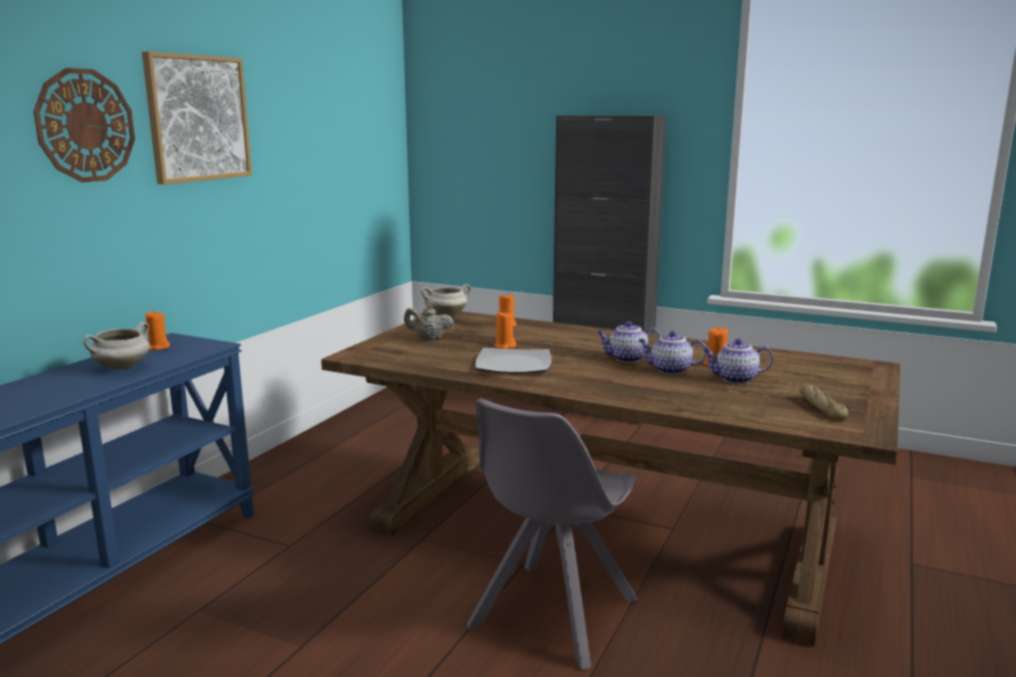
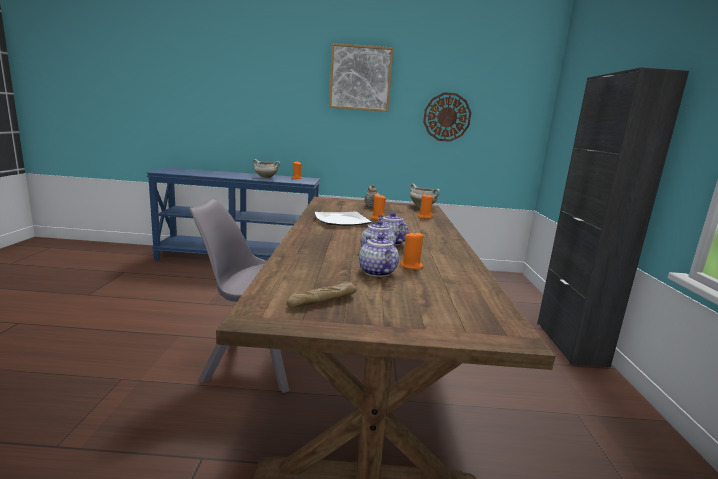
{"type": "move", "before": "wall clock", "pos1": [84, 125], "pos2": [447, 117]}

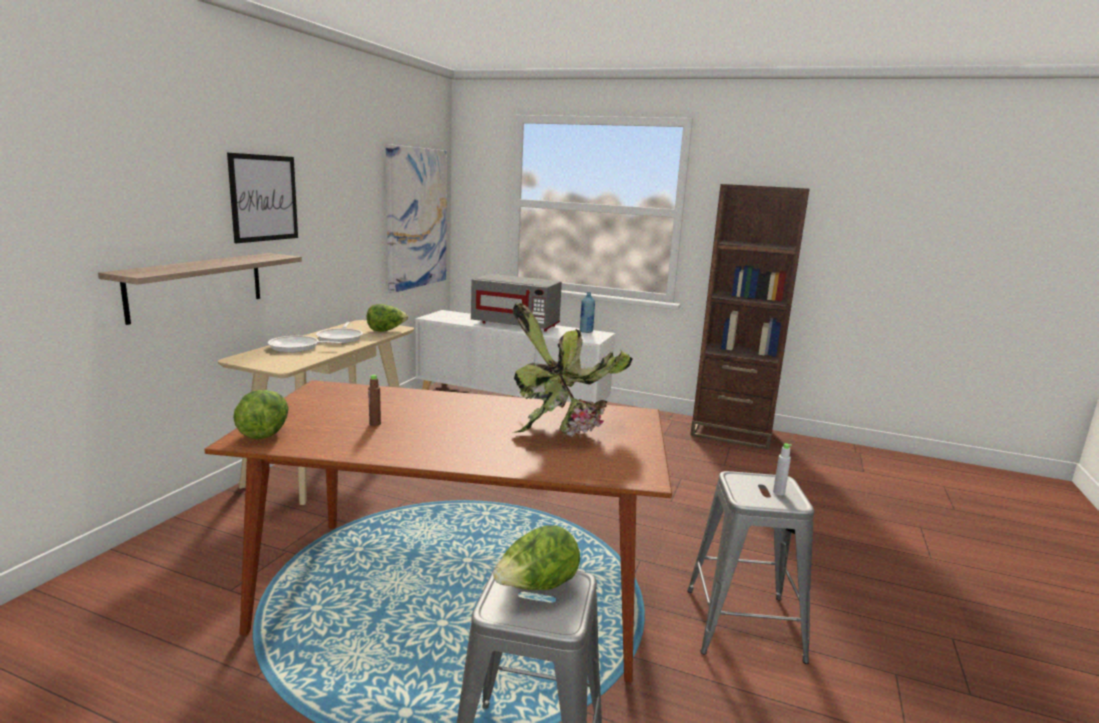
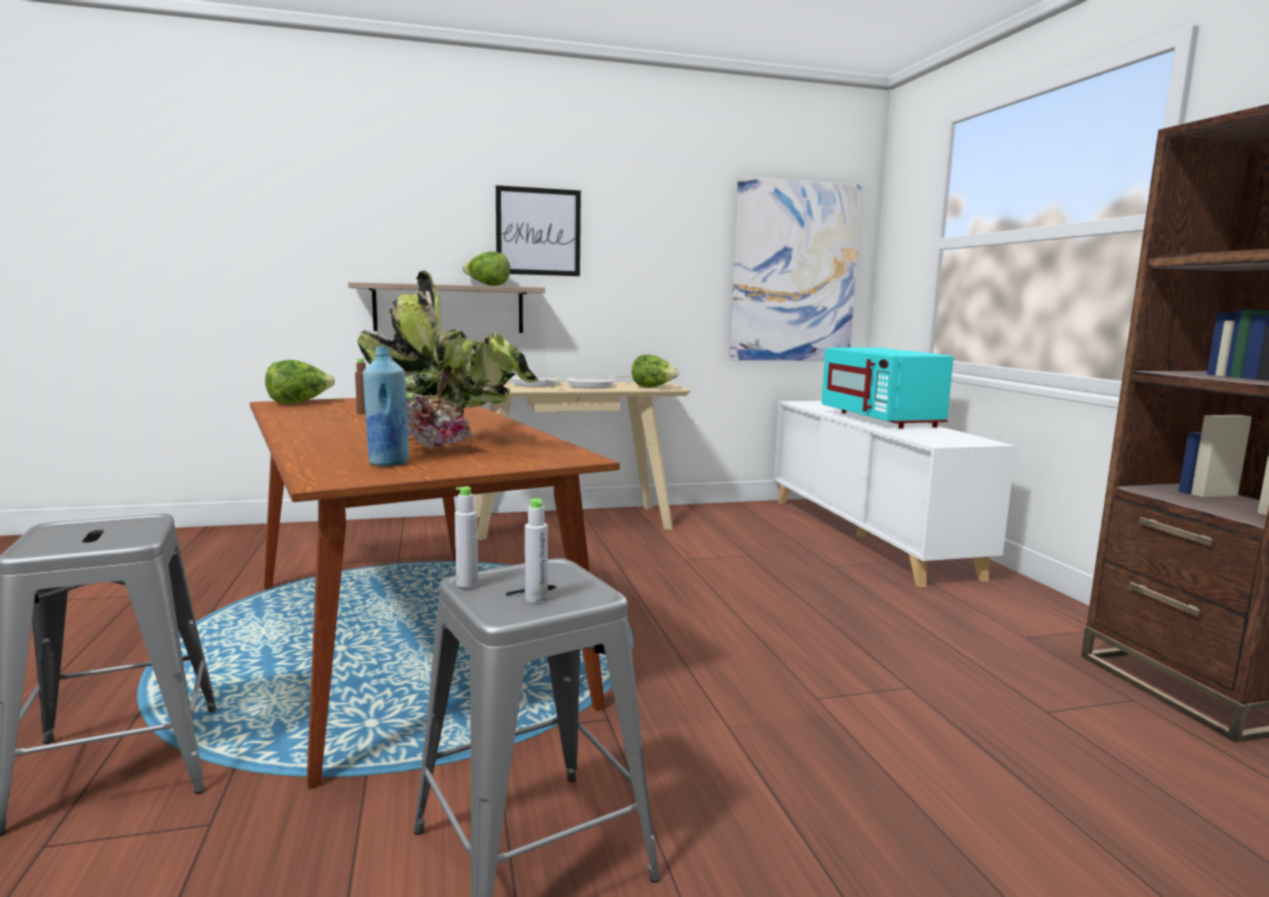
{"type": "insert", "after": "bottle in grey", "pos2": [466, 537]}
{"type": "move", "before": "lettuce", "pos1": [536, 557], "pos2": [486, 269]}
{"type": "move", "before": "bottle in blue", "pos1": [587, 312], "pos2": [386, 406]}
{"type": "recolor", "before": "microwave in grey", "after": "microwave in turquoise", "pos1": [516, 302], "pos2": [887, 388]}

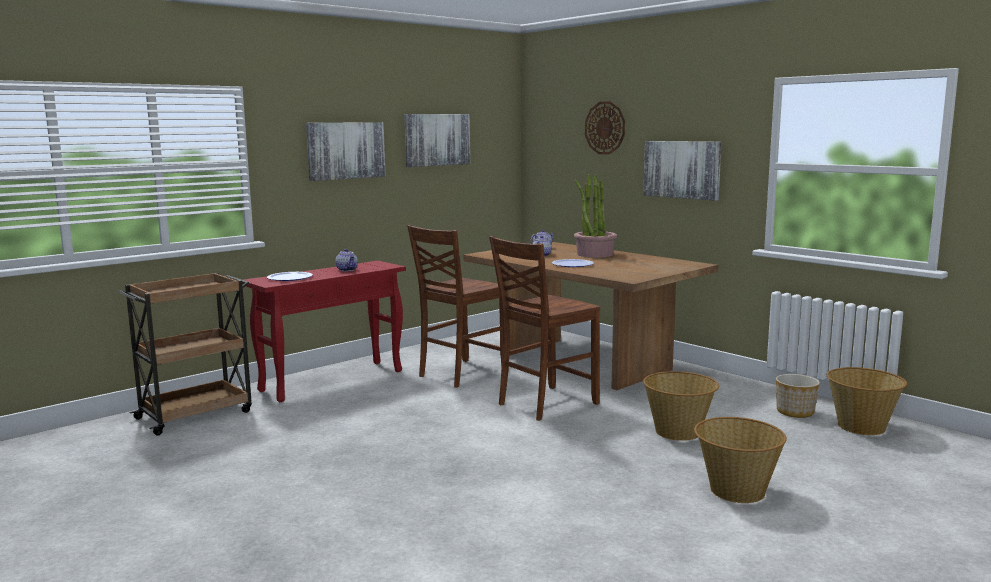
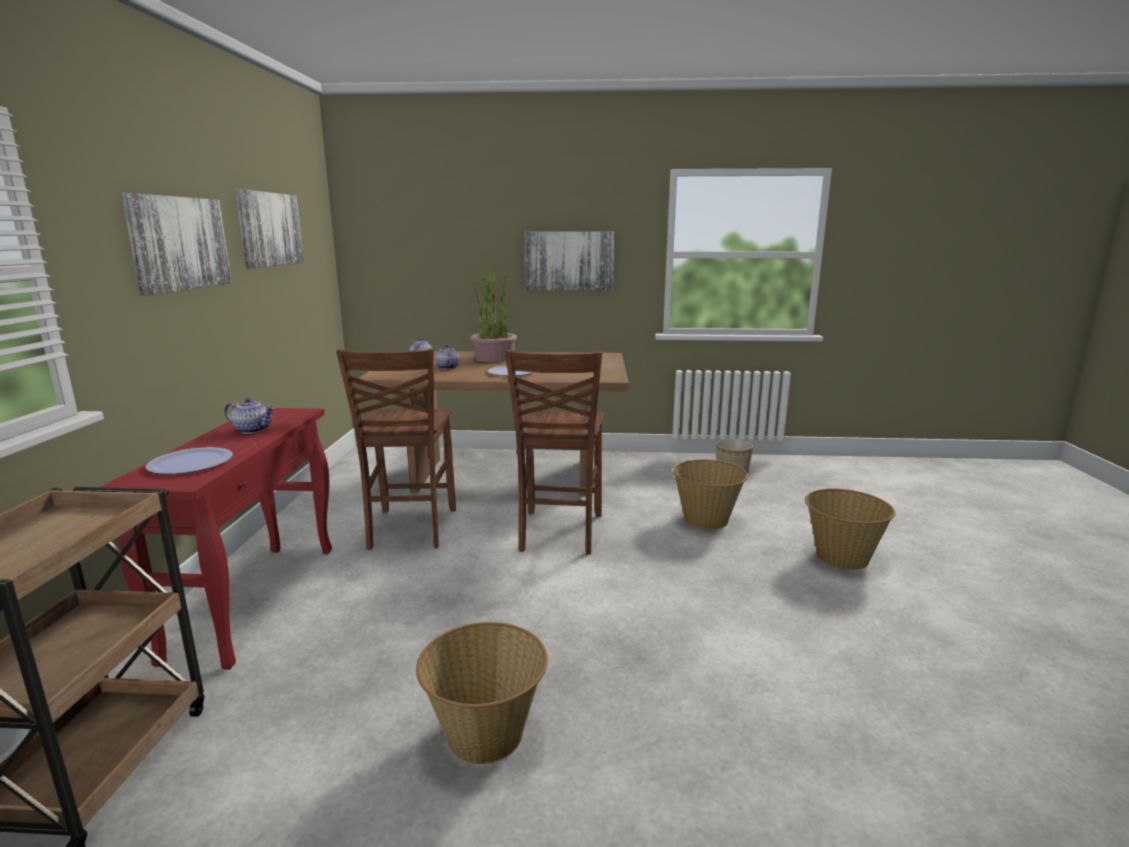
{"type": "delete", "before": "wall clock", "pos1": [605, 127]}
{"type": "move", "before": "basket", "pos1": [867, 401], "pos2": [482, 693]}

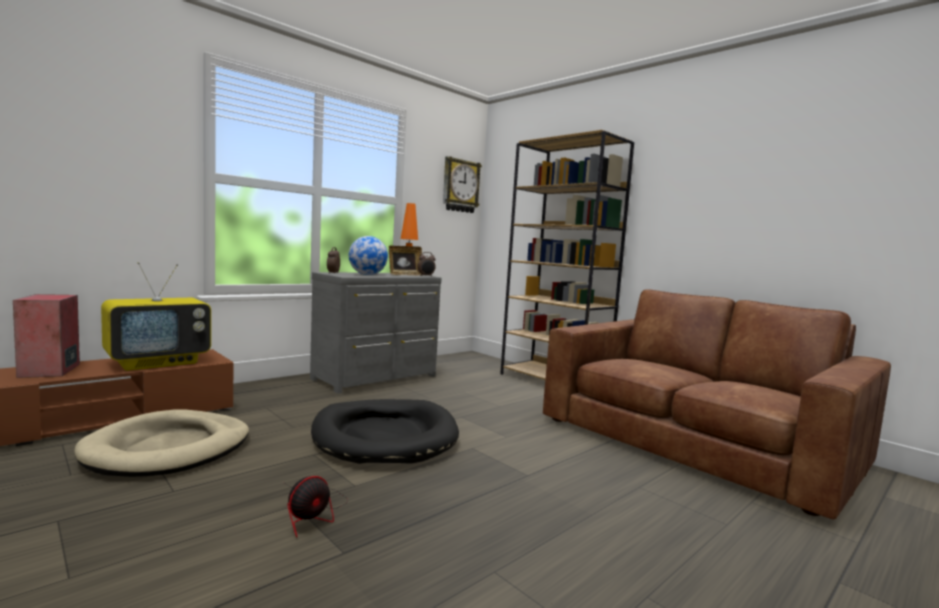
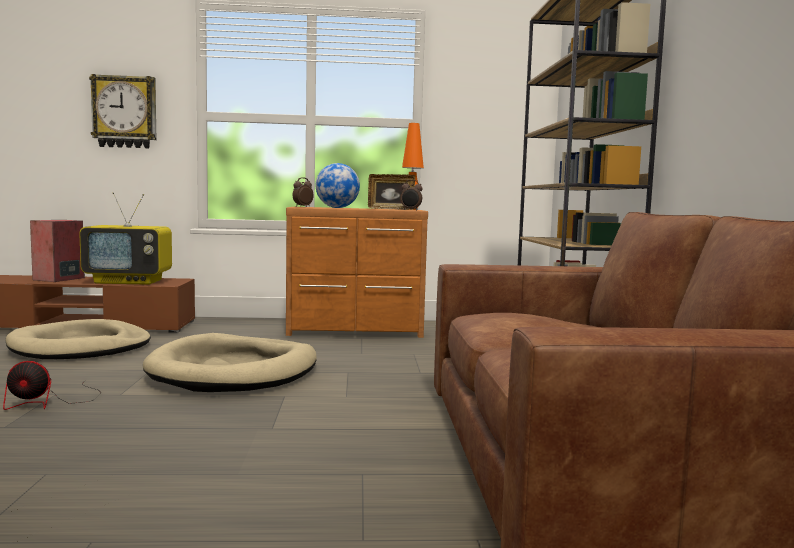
{"type": "move", "before": "wall clock", "pos1": [462, 184], "pos2": [123, 111]}
{"type": "recolor", "before": "dresser in grey", "after": "dresser in brown", "pos1": [375, 333], "pos2": [357, 272]}
{"type": "recolor", "before": "dog bed in black", "after": "dog bed in beige", "pos1": [385, 431], "pos2": [230, 362]}

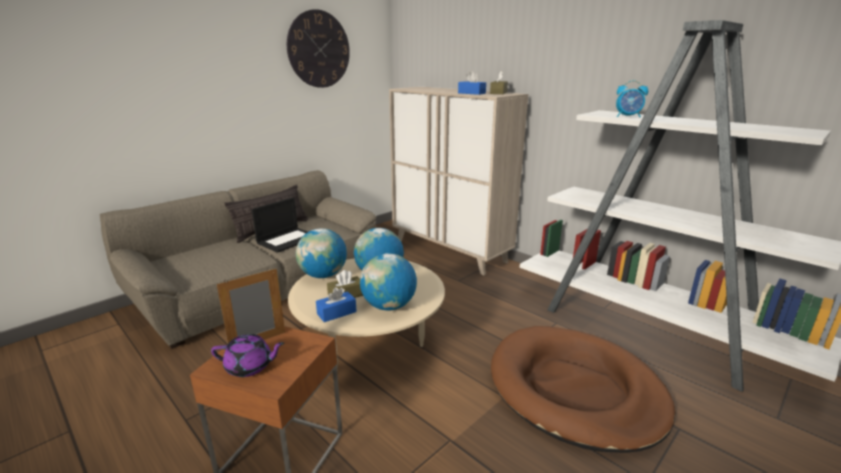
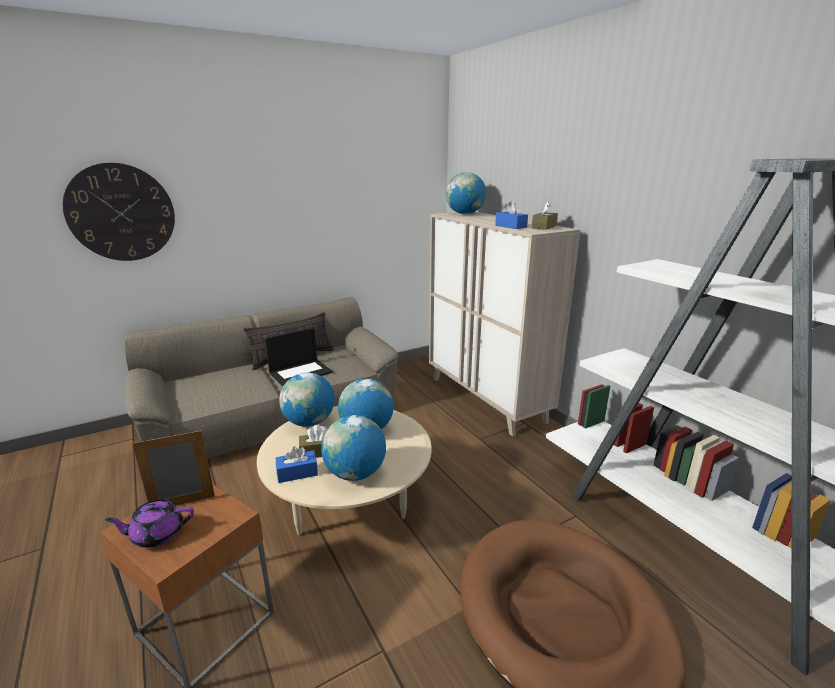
{"type": "delete", "before": "alarm clock", "pos1": [632, 98]}
{"type": "insert", "after": "globe", "pos2": [466, 193]}
{"type": "move", "before": "wall clock", "pos1": [318, 48], "pos2": [119, 212]}
{"type": "rotate", "before": "teapot in purple", "pos1": [247, 355], "pos2": [149, 523], "turn": 150}

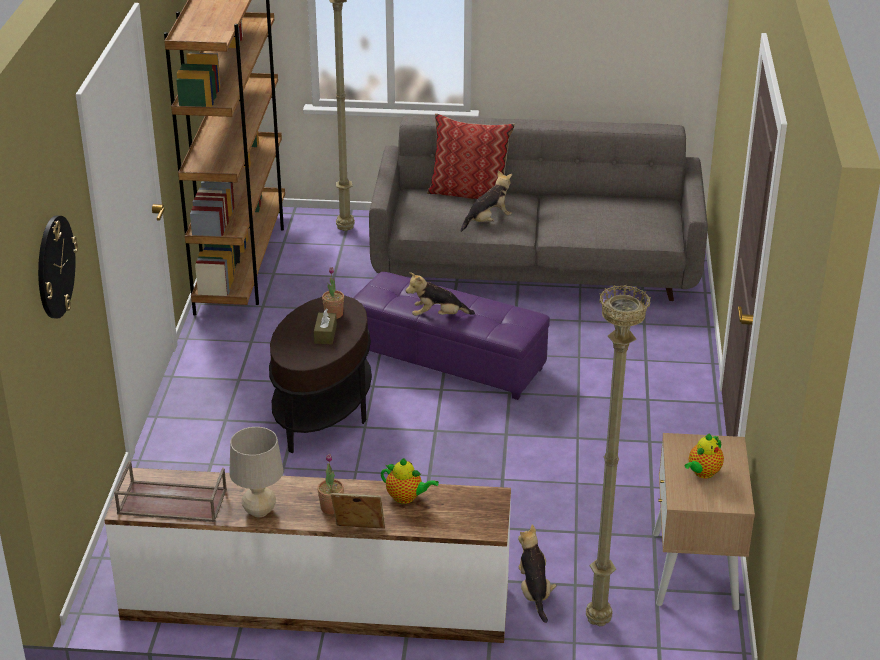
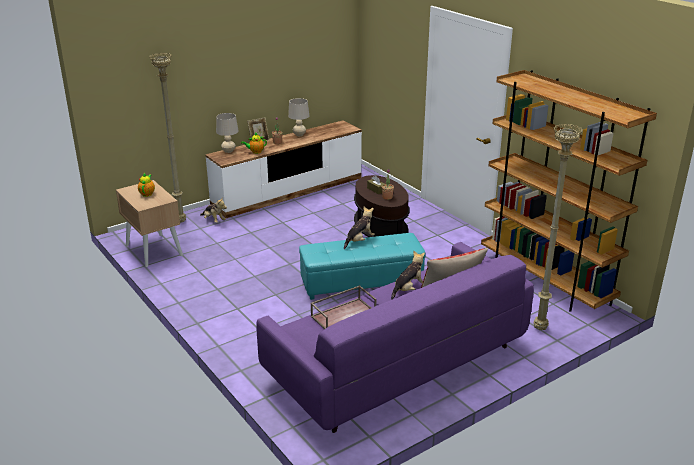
{"type": "delete", "before": "wall clock", "pos1": [58, 267]}
{"type": "insert", "after": "table lamp in beige", "pos2": [227, 133]}
{"type": "move", "before": "tray in brown", "pos1": [170, 491], "pos2": [343, 307]}
{"type": "recolor", "before": "ottoman in purple", "after": "ottoman in turquoise", "pos1": [452, 336], "pos2": [362, 266]}
{"type": "recolor", "before": "sofa in grey", "after": "sofa in purple", "pos1": [538, 208], "pos2": [395, 337]}
{"type": "rotate", "before": "plush toy", "pos1": [486, 201], "pos2": [408, 275], "turn": -150}

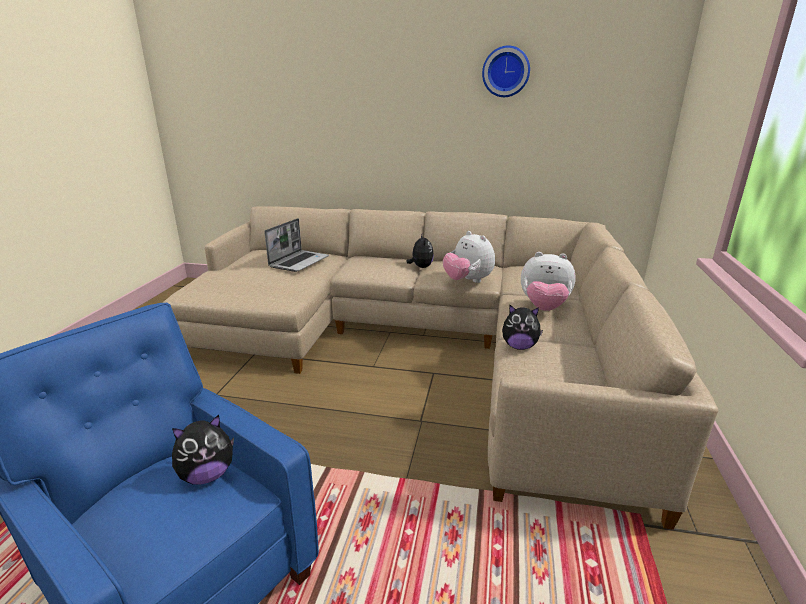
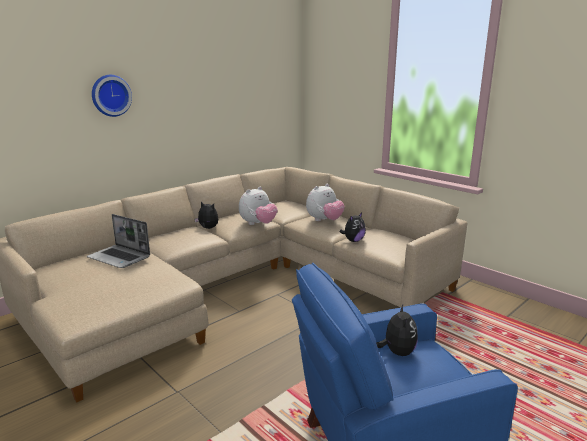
{"type": "move", "before": "wall clock", "pos1": [506, 71], "pos2": [112, 96]}
{"type": "rotate", "before": "laptop", "pos1": [296, 245], "pos2": [118, 241], "turn": 150}
{"type": "rotate", "before": "plush toy", "pos1": [469, 257], "pos2": [258, 206], "turn": -45}

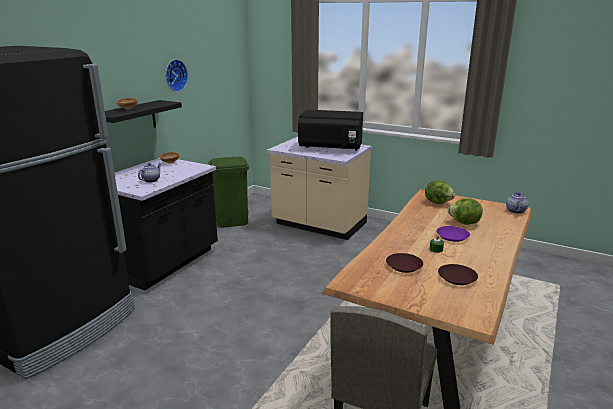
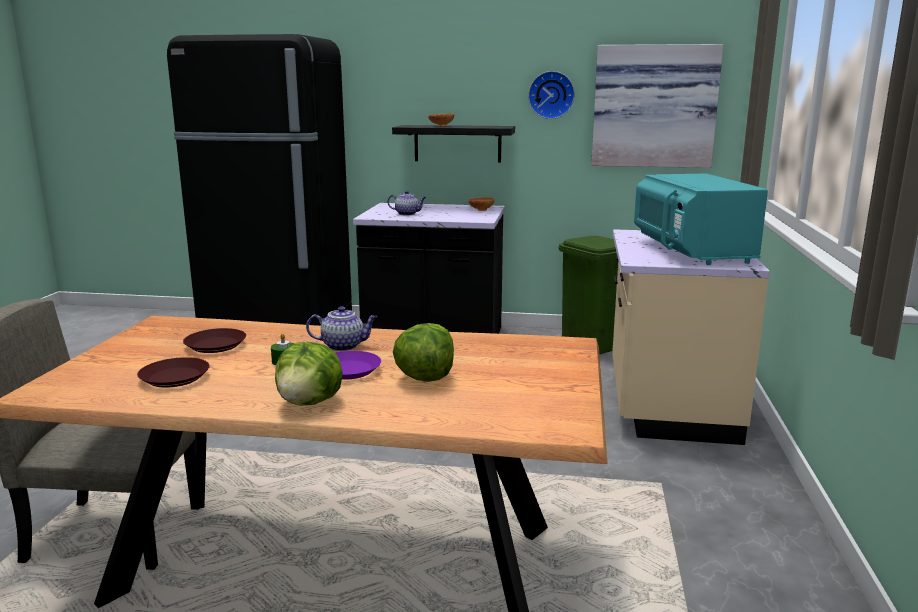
{"type": "insert", "after": "picture", "pos2": [657, 106]}
{"type": "move", "before": "lettuce", "pos1": [440, 192], "pos2": [309, 374]}
{"type": "move", "before": "teapot", "pos1": [517, 203], "pos2": [341, 328]}
{"type": "recolor", "before": "microwave in black", "after": "microwave in turquoise", "pos1": [330, 130], "pos2": [701, 219]}

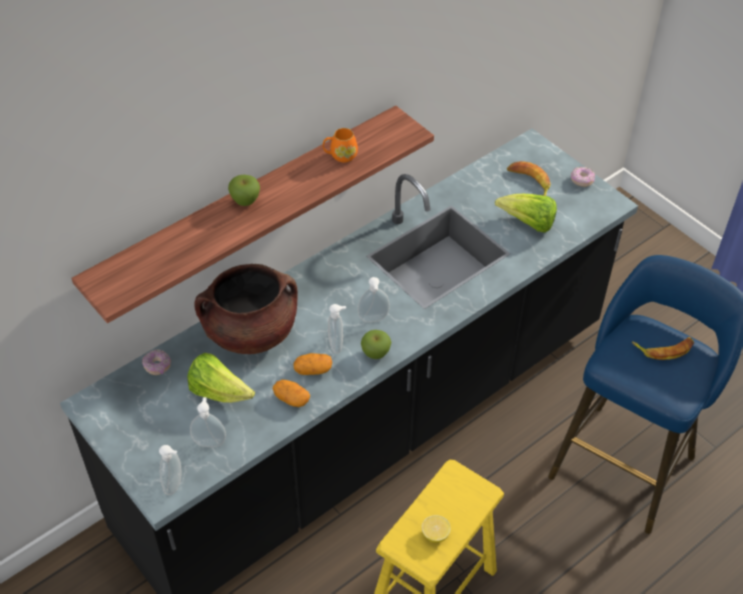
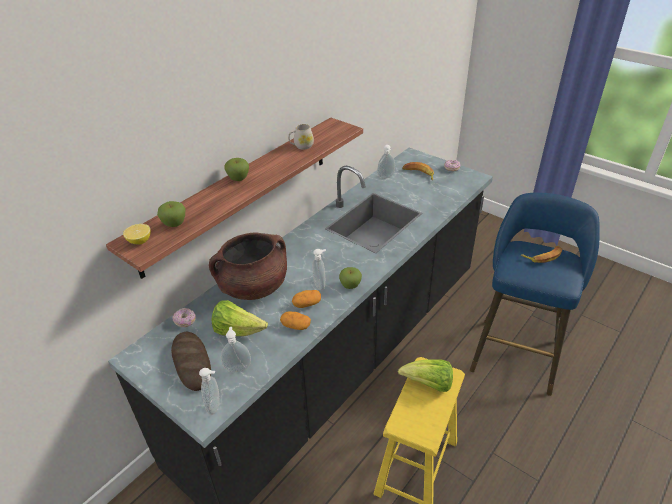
{"type": "insert", "after": "apple", "pos2": [171, 214]}
{"type": "insert", "after": "bread", "pos2": [191, 361]}
{"type": "move", "before": "soap dispenser", "pos1": [374, 299], "pos2": [386, 162]}
{"type": "move", "before": "lemon", "pos1": [436, 529], "pos2": [137, 234]}
{"type": "move", "before": "lettuce", "pos1": [526, 213], "pos2": [425, 375]}
{"type": "recolor", "before": "mug in orange", "after": "mug in white", "pos1": [340, 145], "pos2": [301, 137]}

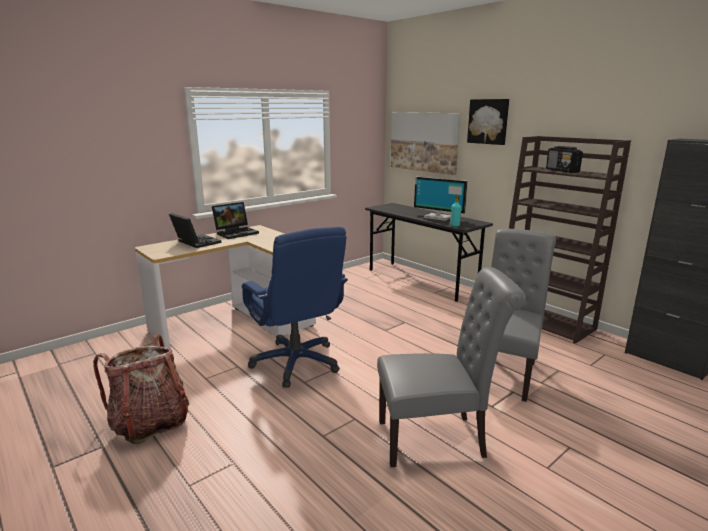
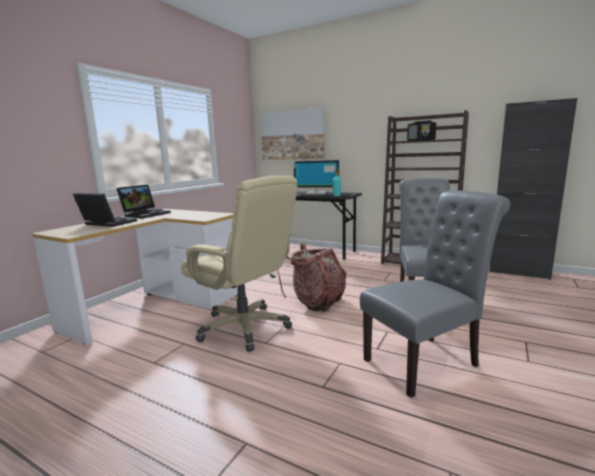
{"type": "delete", "before": "picture", "pos1": [488, 122]}
{"type": "move", "before": "backpack", "pos1": [141, 389], "pos2": [312, 277]}
{"type": "recolor", "before": "office chair in blue", "after": "office chair in beige", "pos1": [295, 307], "pos2": [239, 264]}

